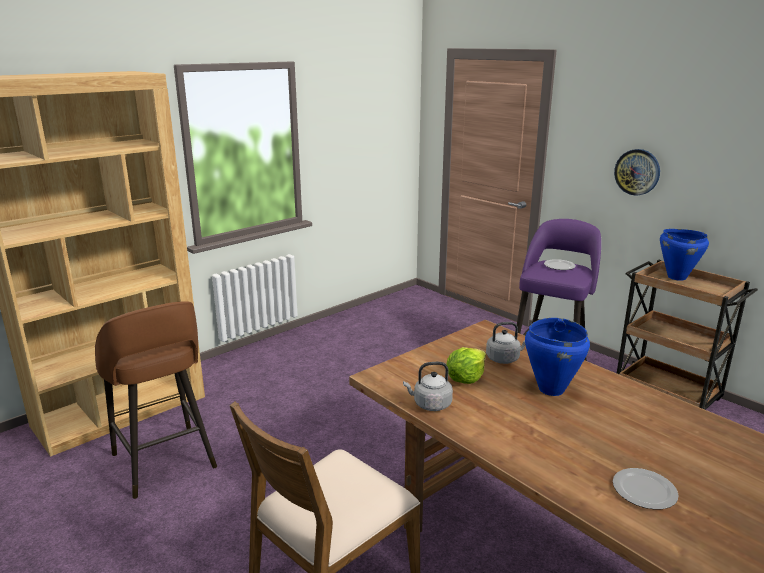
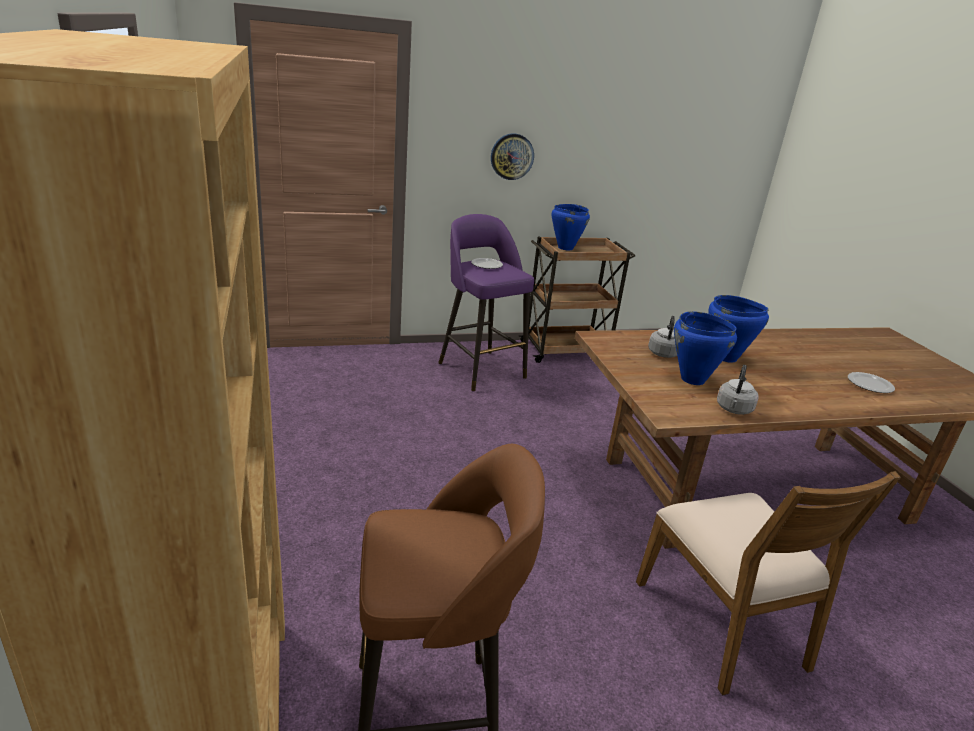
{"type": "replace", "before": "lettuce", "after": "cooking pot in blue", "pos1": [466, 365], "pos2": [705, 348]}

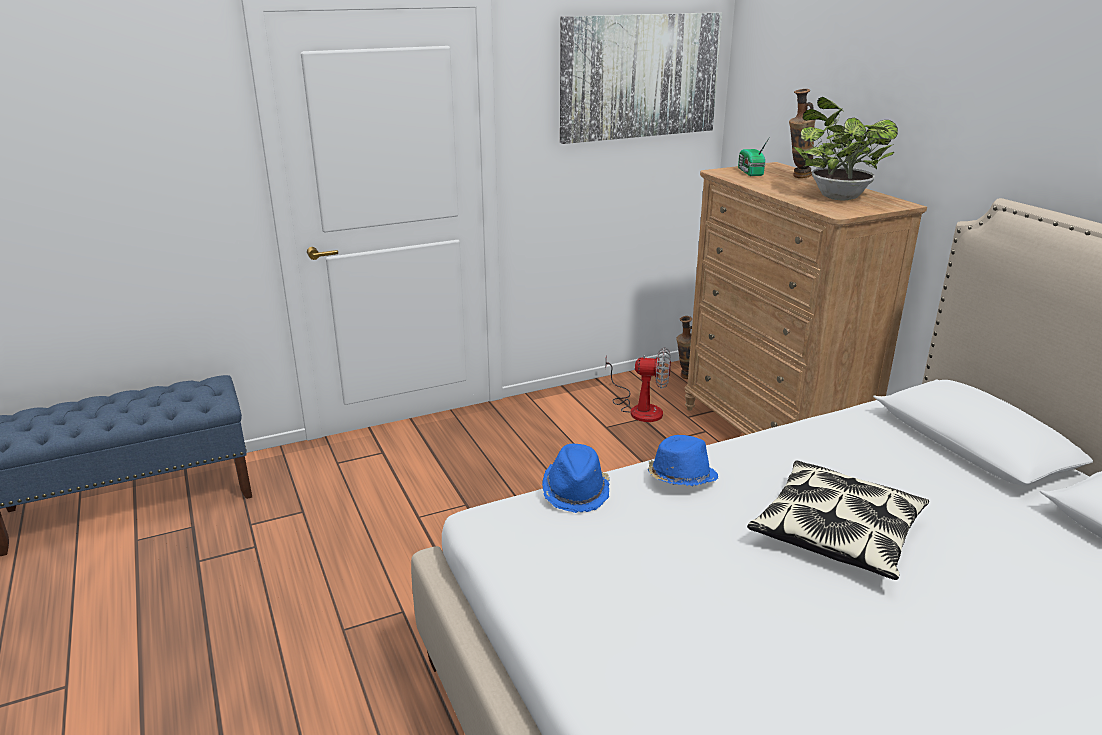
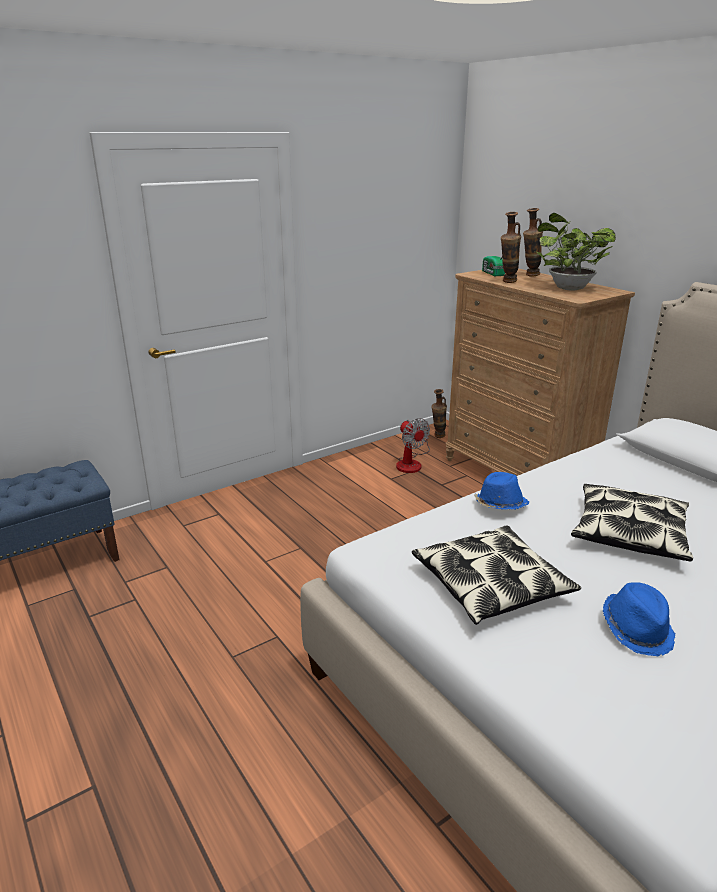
{"type": "delete", "before": "picture", "pos1": [641, 78]}
{"type": "insert", "after": "pillow", "pos2": [496, 575]}
{"type": "insert", "after": "vase", "pos2": [511, 247]}
{"type": "move", "before": "hat in blue", "pos1": [576, 478], "pos2": [639, 619]}
{"type": "rotate", "before": "fan", "pos1": [638, 384], "pos2": [413, 445], "turn": 60}

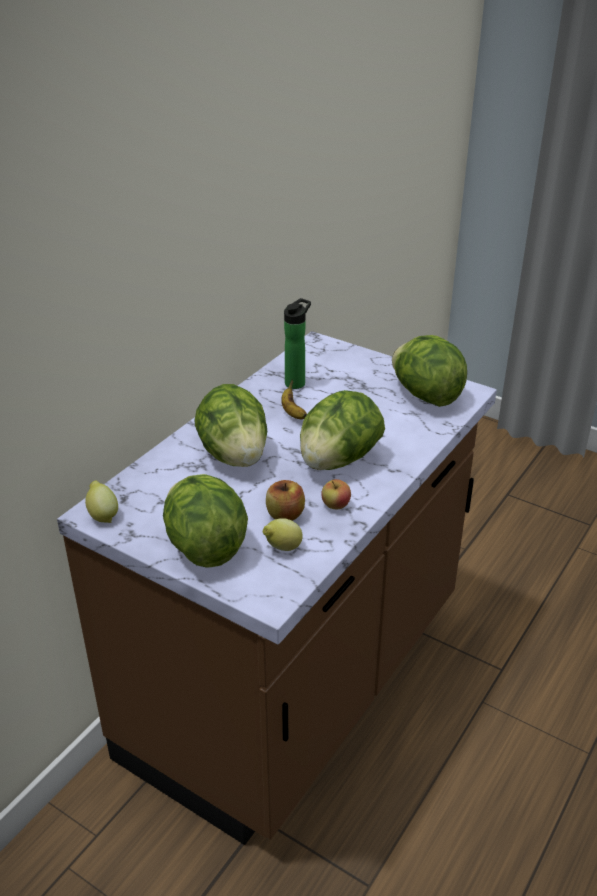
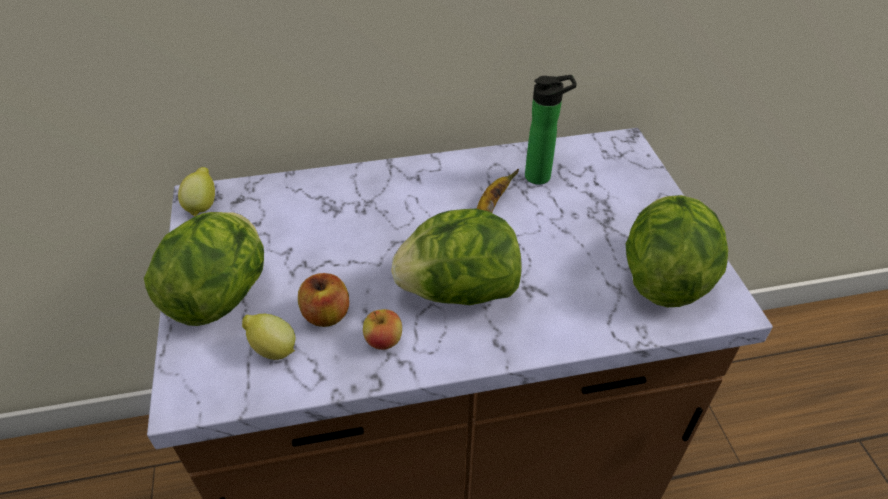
{"type": "delete", "before": "lettuce", "pos1": [230, 425]}

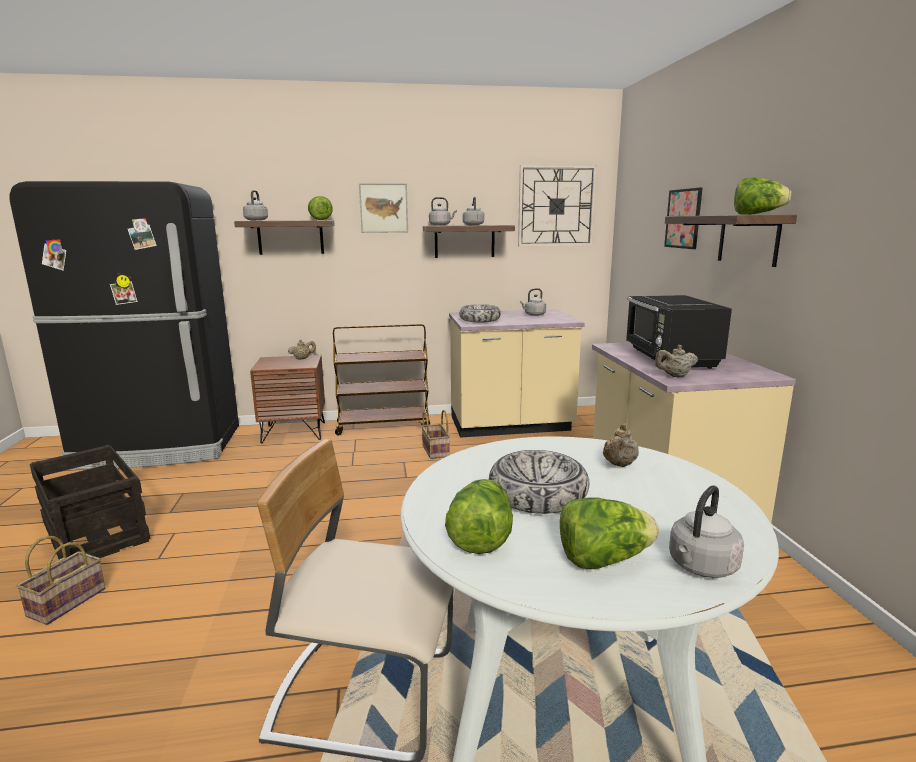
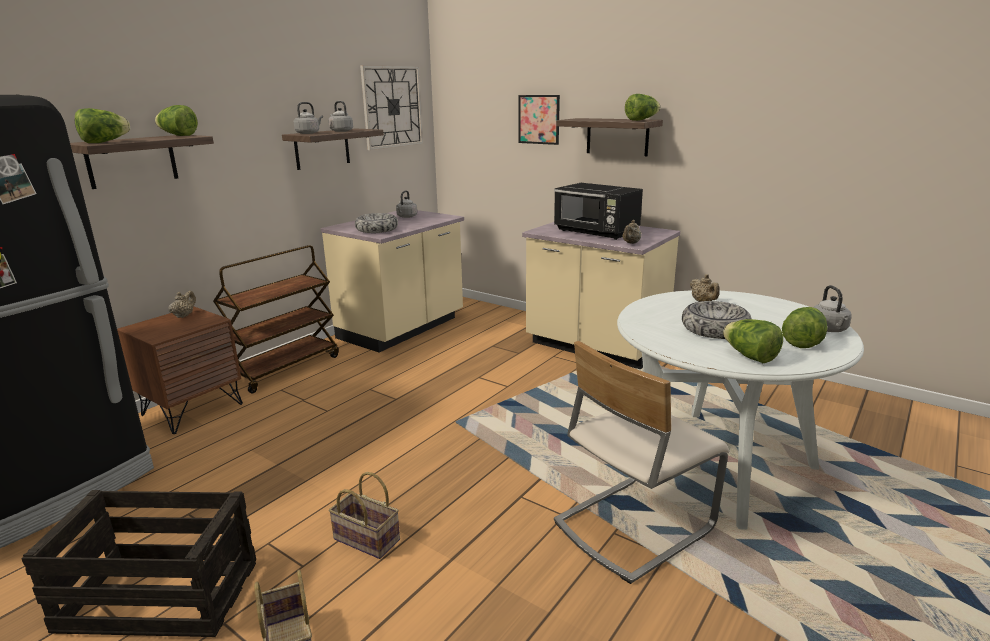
{"type": "delete", "before": "picture", "pos1": [383, 208]}
{"type": "move", "before": "basket", "pos1": [435, 434], "pos2": [364, 515]}
{"type": "replace", "before": "kettle in grey", "after": "lettuce", "pos1": [255, 205], "pos2": [102, 125]}

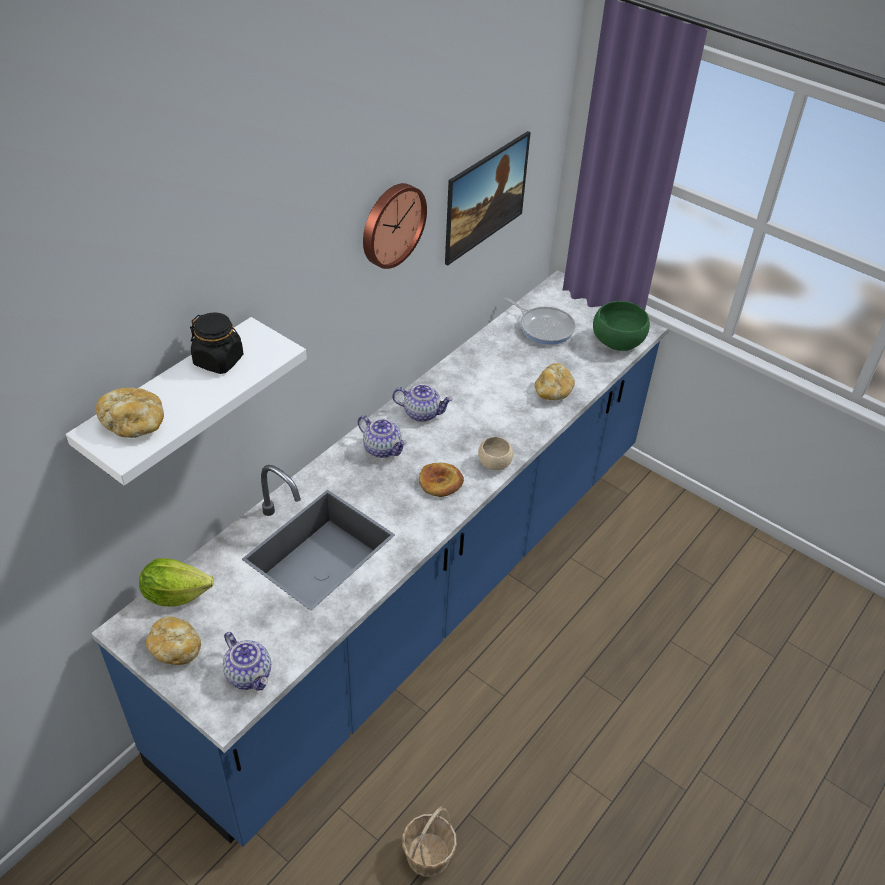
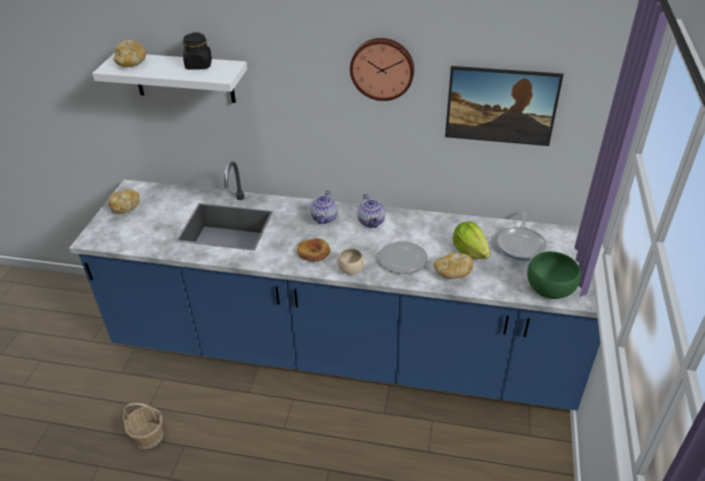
{"type": "delete", "before": "teapot", "pos1": [247, 661]}
{"type": "insert", "after": "plate", "pos2": [403, 257]}
{"type": "move", "before": "lettuce", "pos1": [176, 582], "pos2": [471, 240]}

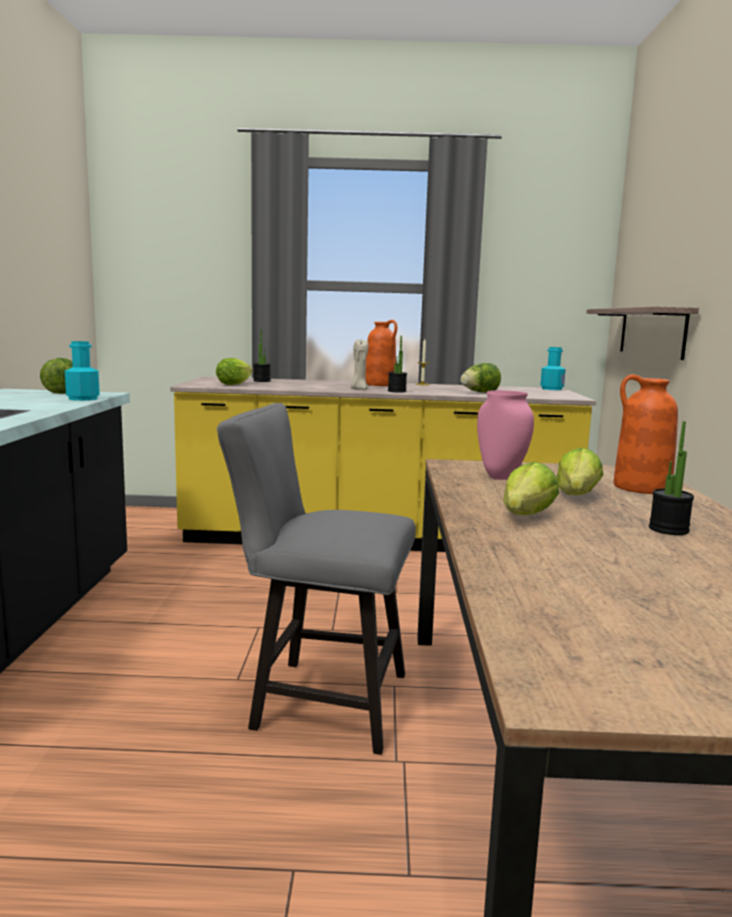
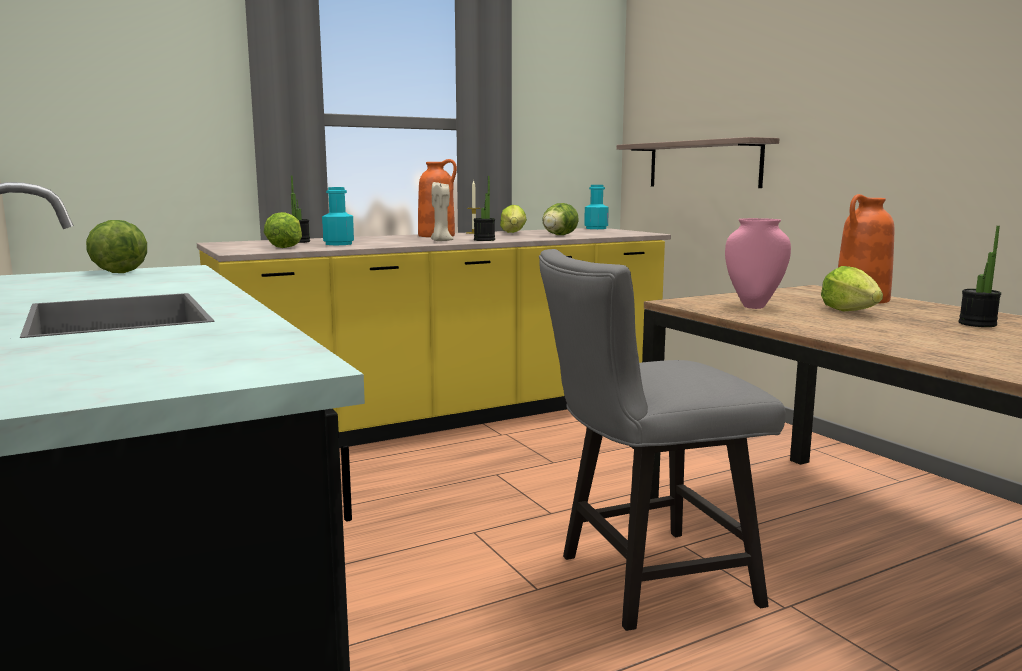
{"type": "move", "before": "bottle in turquoise", "pos1": [82, 371], "pos2": [338, 216]}
{"type": "move", "before": "lettuce", "pos1": [531, 488], "pos2": [513, 219]}

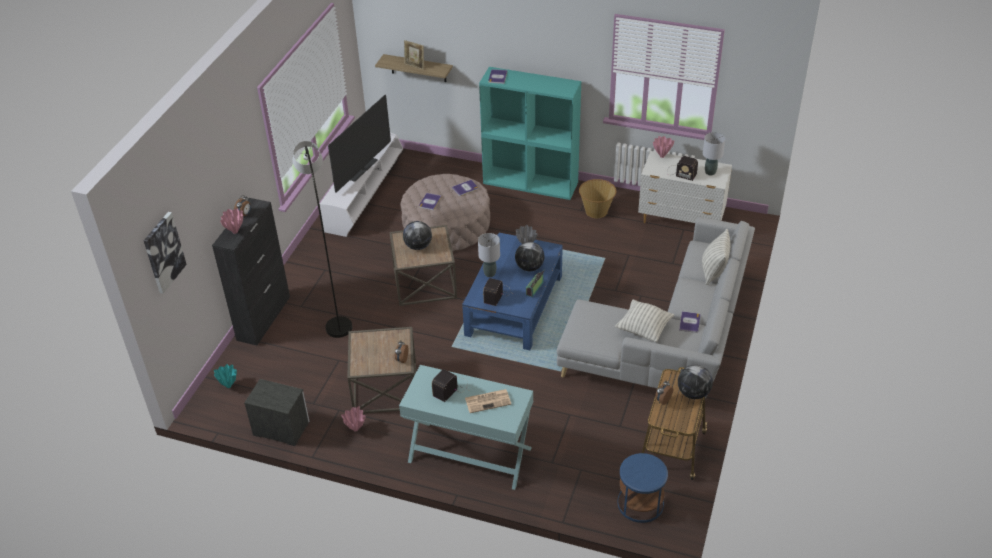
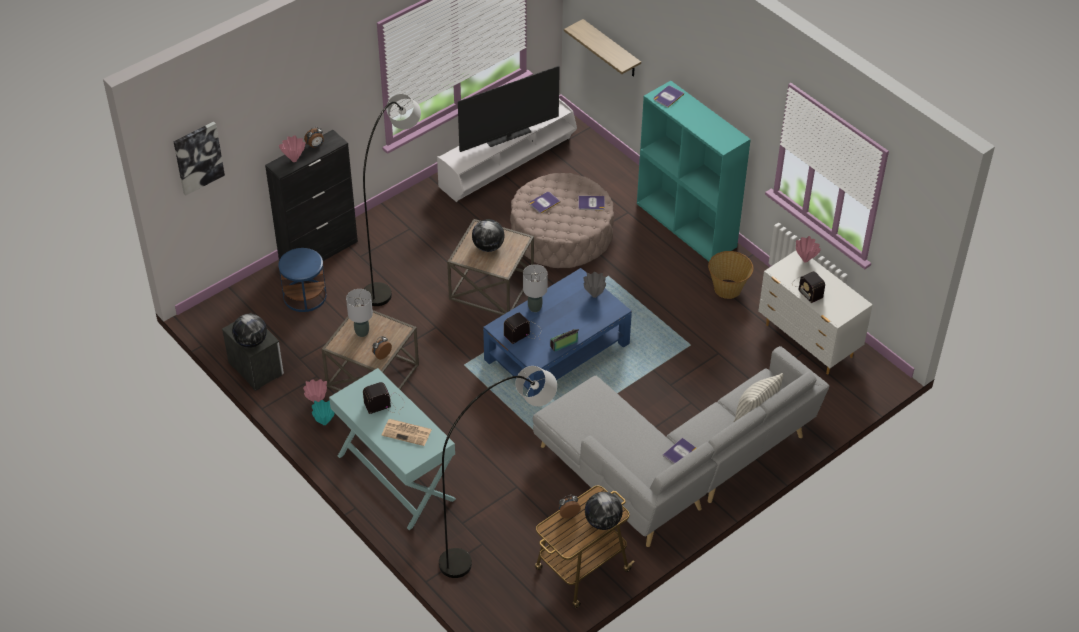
{"type": "delete", "before": "picture frame", "pos1": [414, 55]}
{"type": "delete", "before": "pillow", "pos1": [644, 320]}
{"type": "insert", "after": "floor lamp in grey", "pos2": [498, 472]}
{"type": "move", "before": "vase in turquoise", "pos1": [225, 376], "pos2": [323, 412]}
{"type": "move", "before": "globe", "pos1": [530, 256], "pos2": [249, 331]}
{"type": "move", "before": "side table in blue", "pos1": [642, 488], "pos2": [302, 280]}
{"type": "move", "before": "table lamp in grey", "pos1": [714, 154], "pos2": [359, 313]}

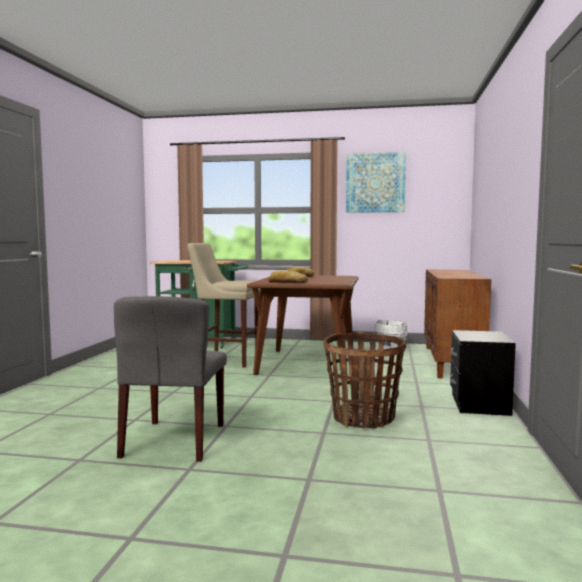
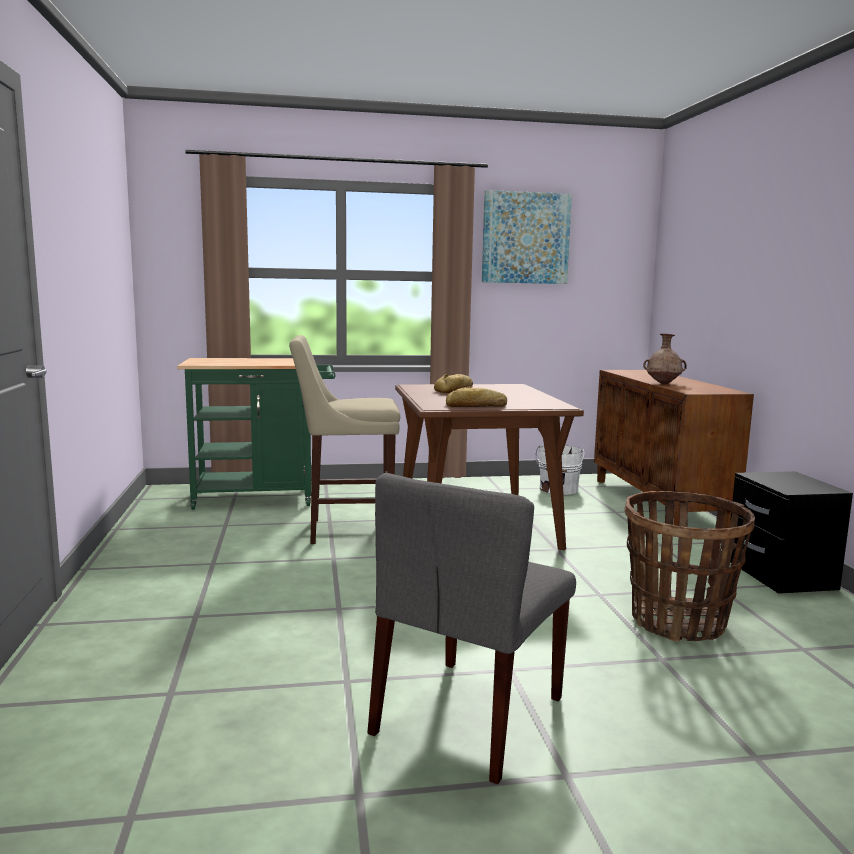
{"type": "insert", "after": "vase in brown", "pos2": [665, 359]}
{"type": "rotate", "before": "chair in grey", "pos1": [170, 379], "pos2": [471, 628], "turn": 45}

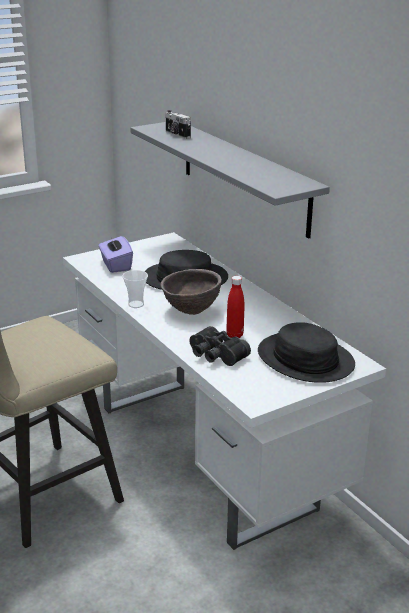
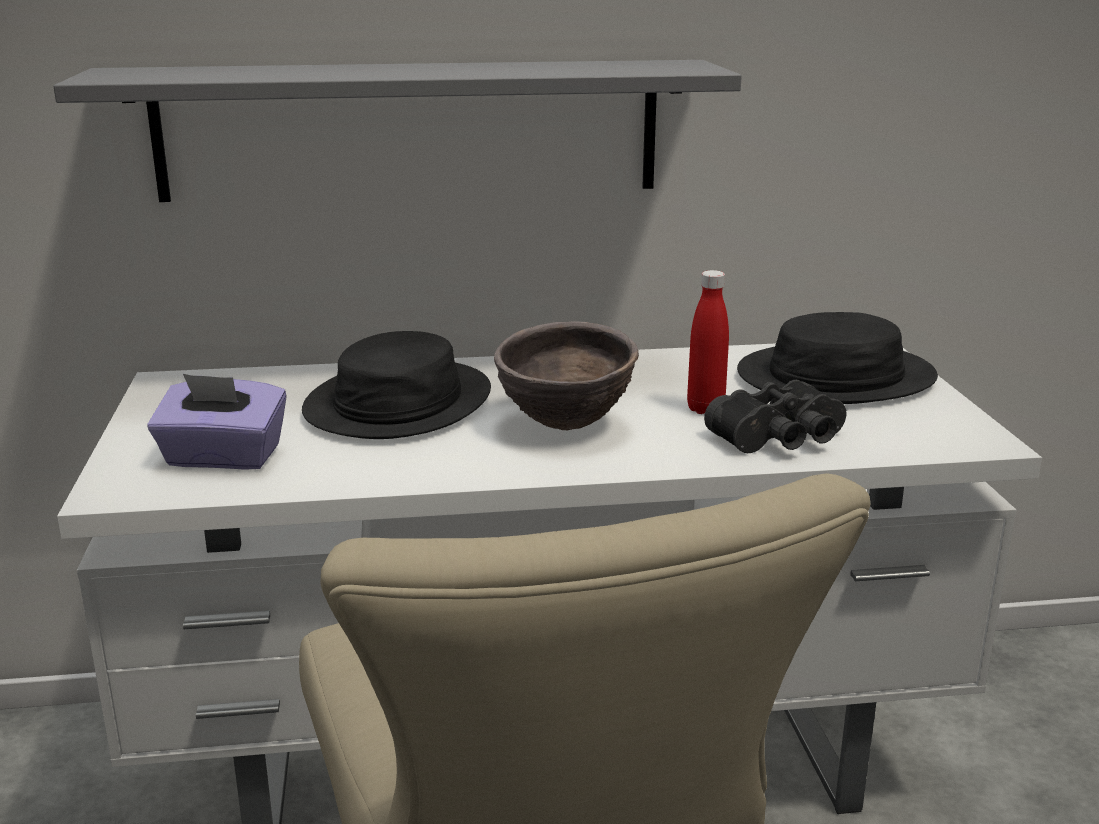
{"type": "delete", "before": "cup", "pos1": [135, 289]}
{"type": "delete", "before": "photo camera", "pos1": [178, 124]}

